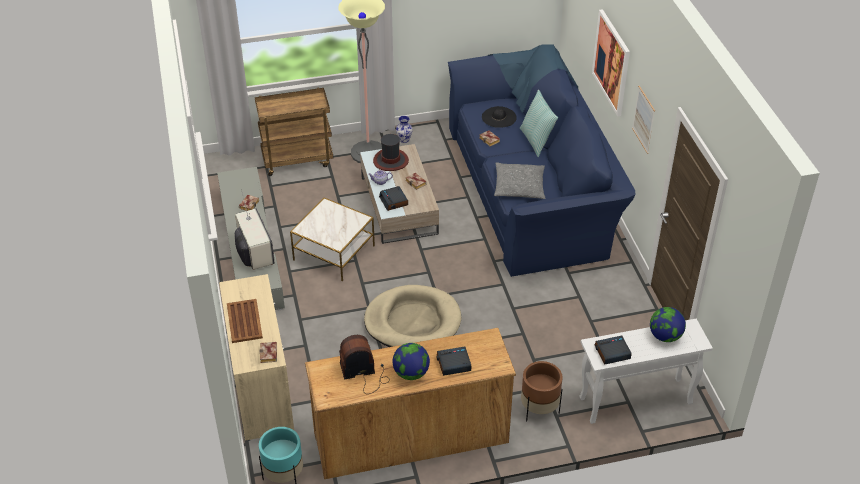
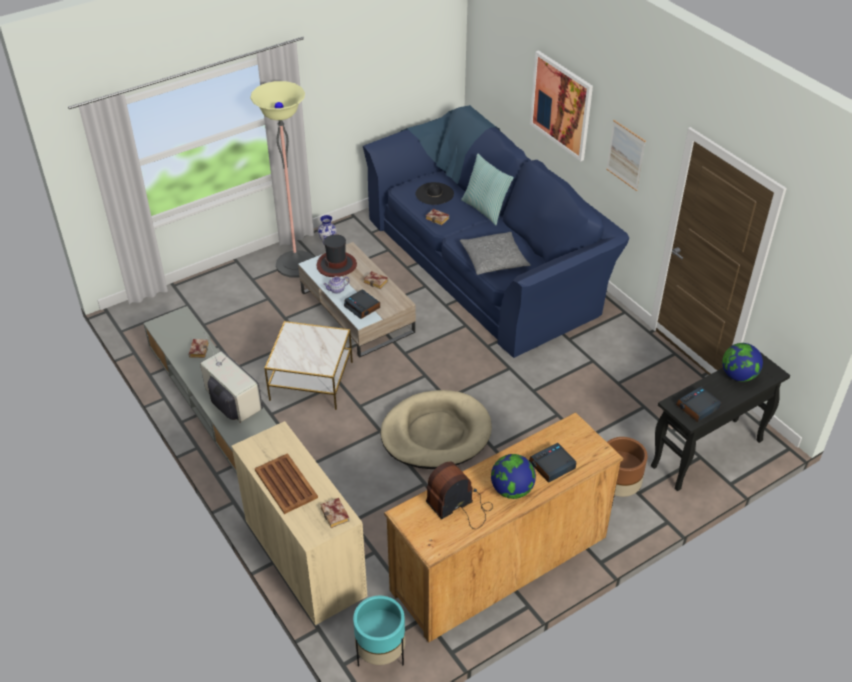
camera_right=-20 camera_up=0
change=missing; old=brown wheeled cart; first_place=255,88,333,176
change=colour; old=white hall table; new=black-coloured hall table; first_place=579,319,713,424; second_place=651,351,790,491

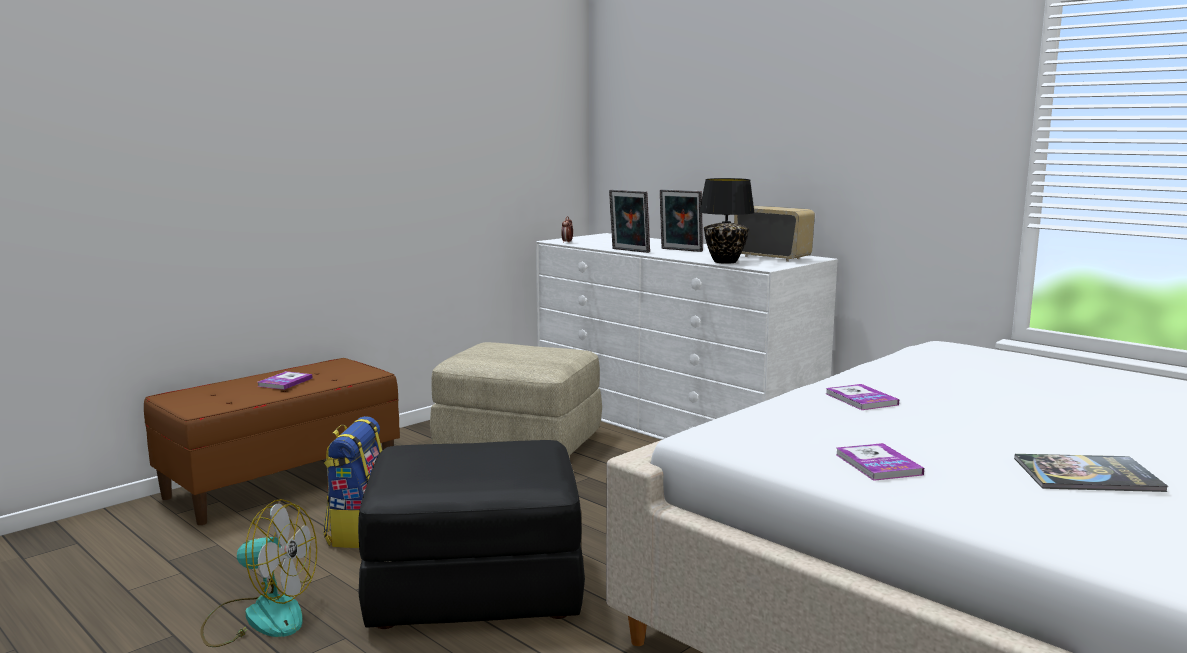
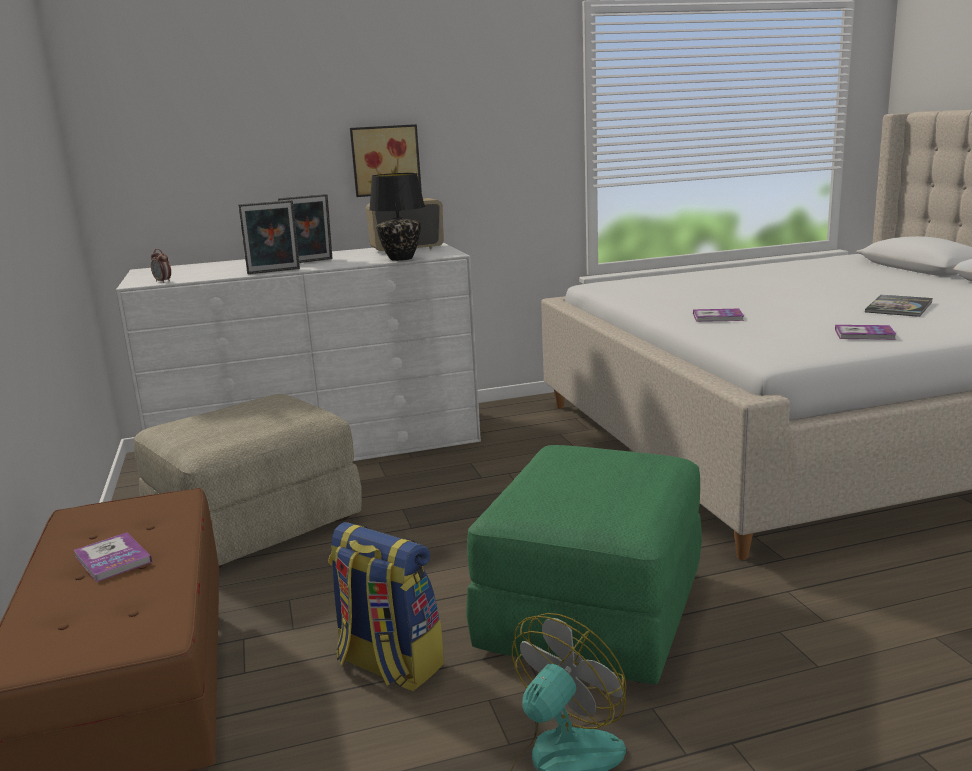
camera_right=-60 camera_up=5
change=colour; old=black-coloured ottoman; new=greenish ottoman; first_place=358,440,585,629; second_place=466,445,702,684
change=appeared; new=wall art; second_place=350,124,422,197

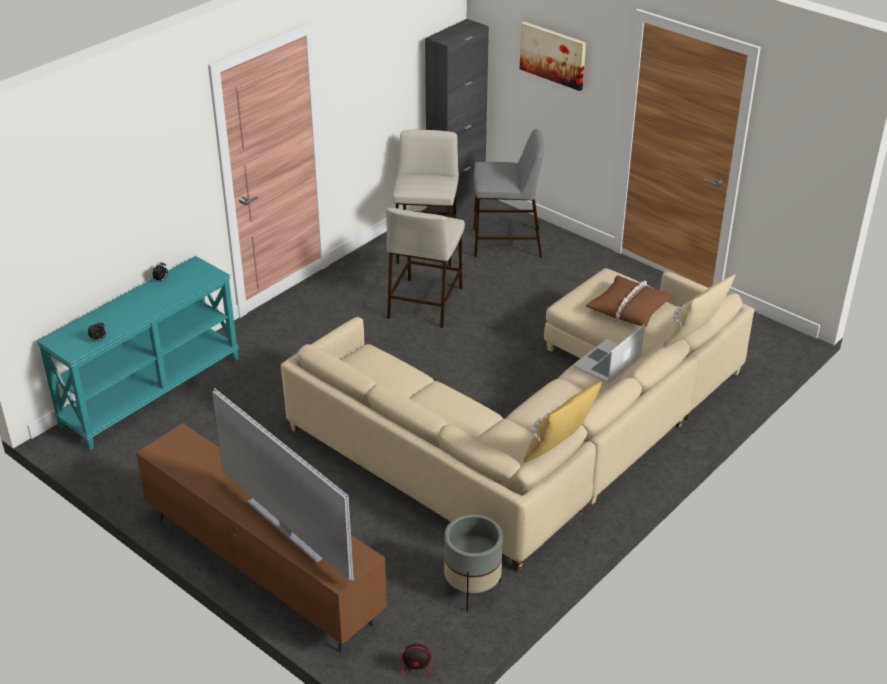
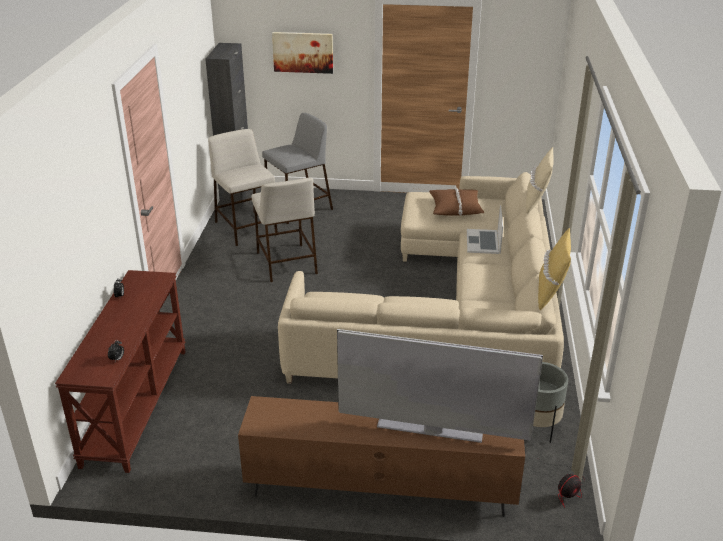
camera_right=-35 camera_up=-5
change=colour; old=turquoise-coloured hall table; new=brown hall table; first_place=36,256,239,450; second_place=55,270,186,473

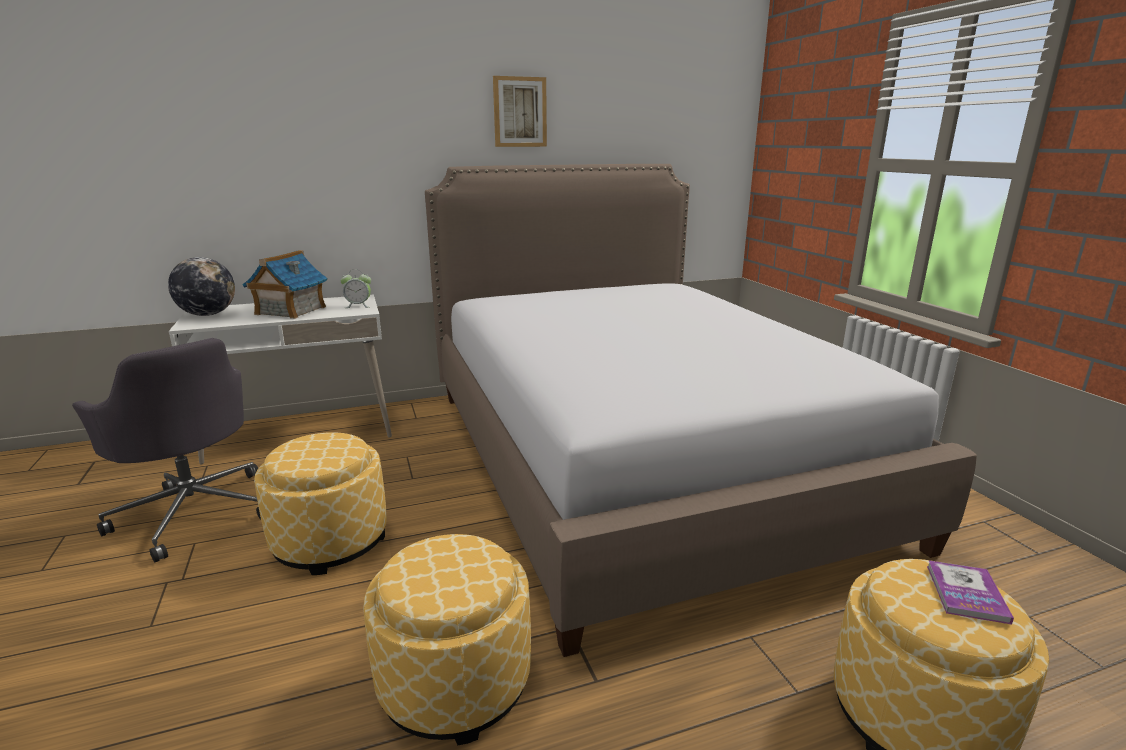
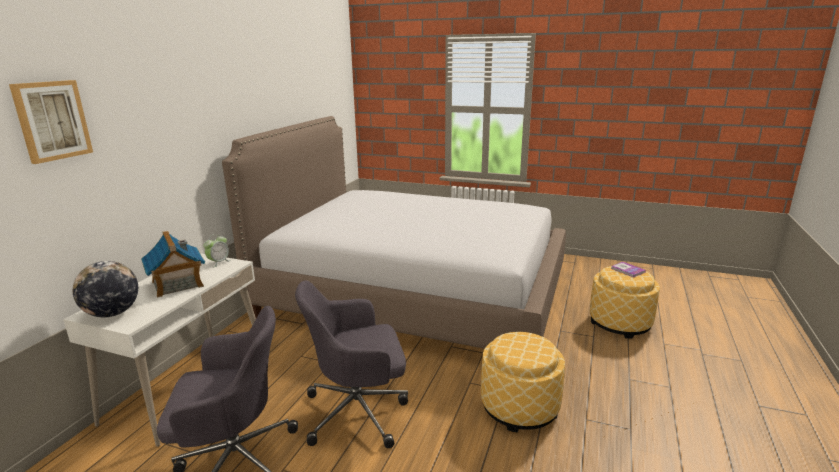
camera_right=-50 camera_up=0
change=exchanged; old=ottoman; new=grey desk chair; first_place=254,432,387,575; second_place=295,281,408,448
change=relocated; old=wall art; first_place=493,76,547,147; second_place=9,80,93,164

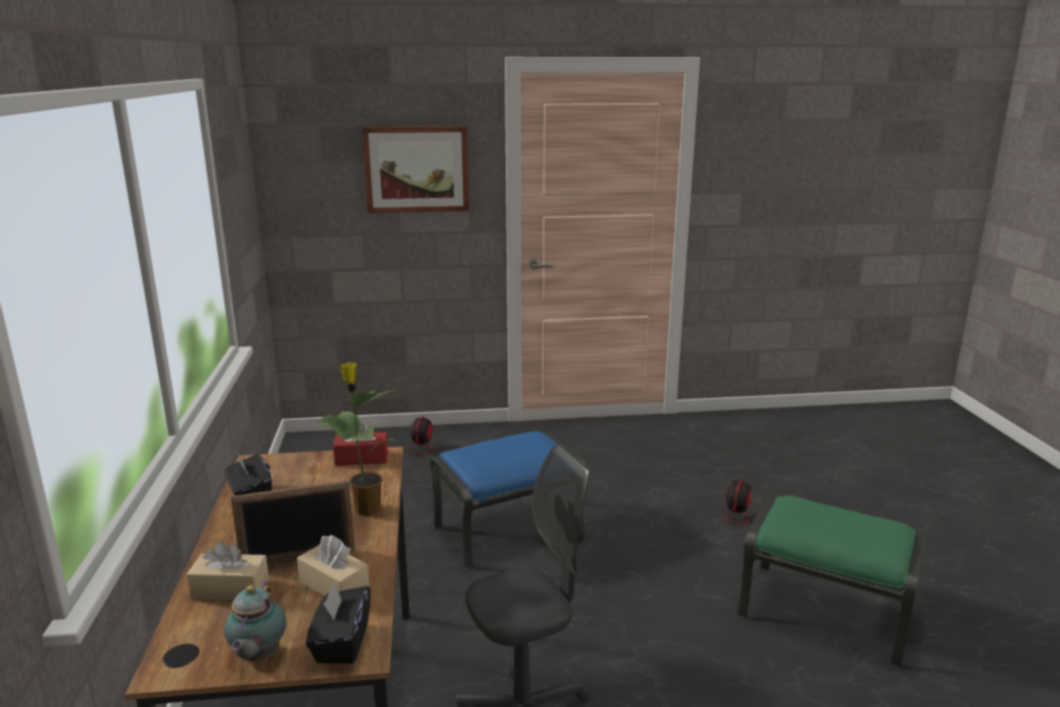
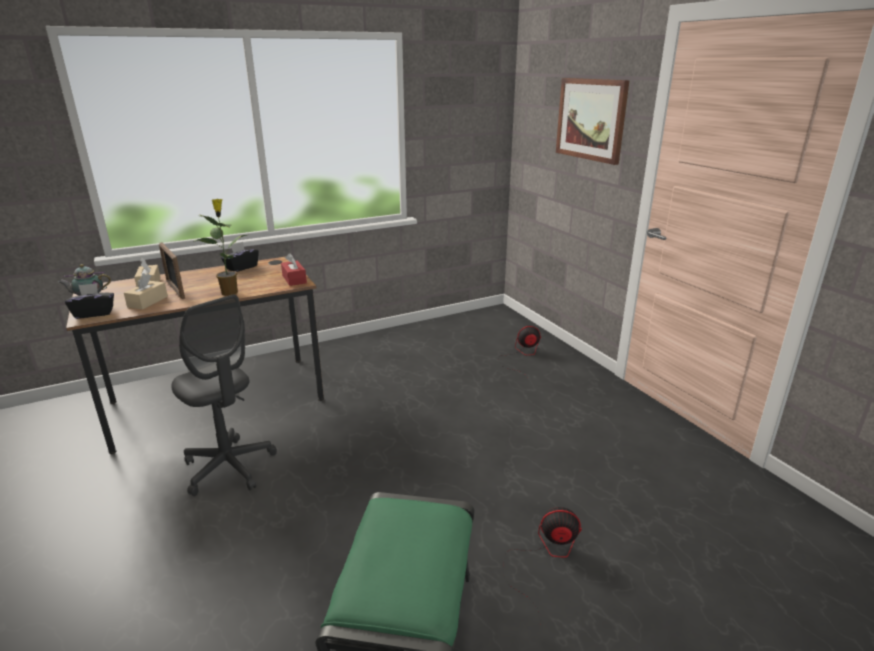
camera_right=70 camera_up=5
change=missing; old=blue-coloured ottoman; first_place=430,431,586,569

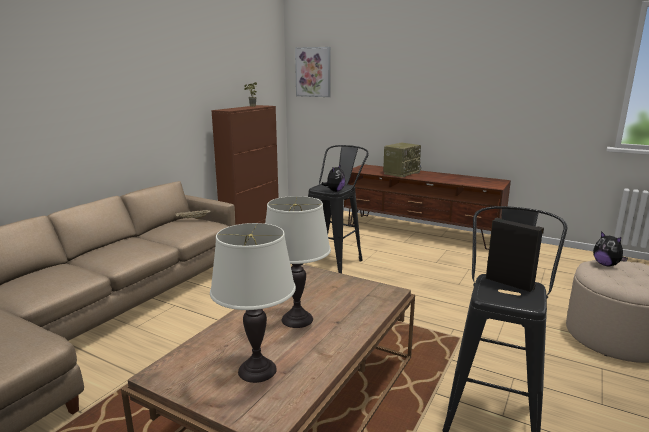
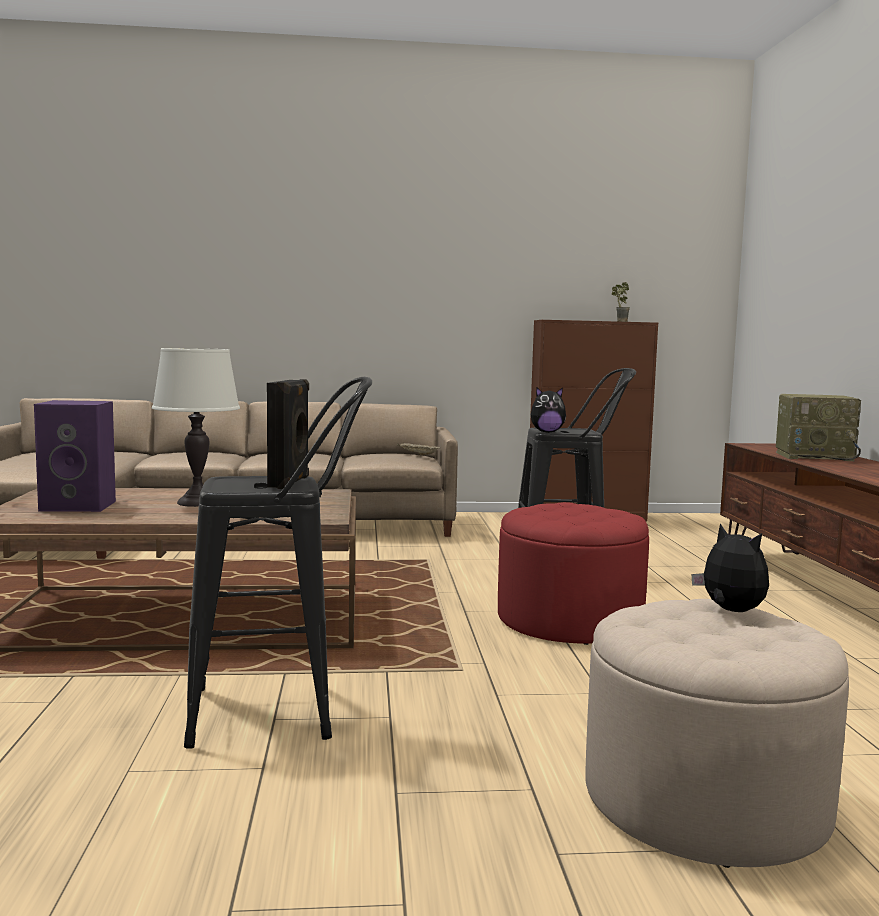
camera_right=55 camera_up=-10
change=exchanged; old=white lamp for a table; new=purple-coloured speaker; first_place=210,223,296,383; second_place=34,400,116,512
change=missing; old=wall art; first_place=295,47,331,97
change=spun; old=soft toy; first_place=593,231,628,266; second_place=691,524,769,612; degrees=120
change=appeared; new=reddish ottoman; second_place=498,502,649,645

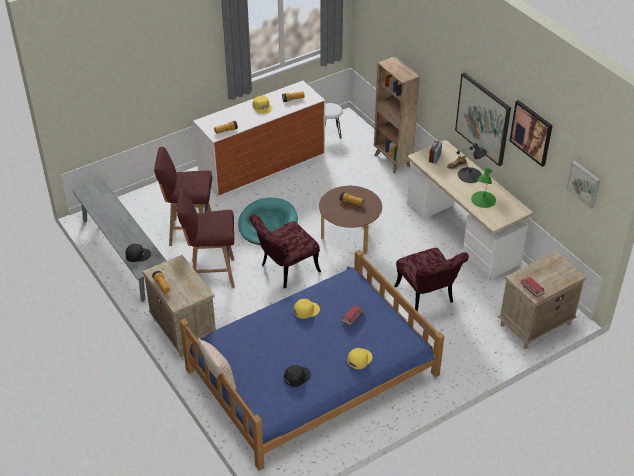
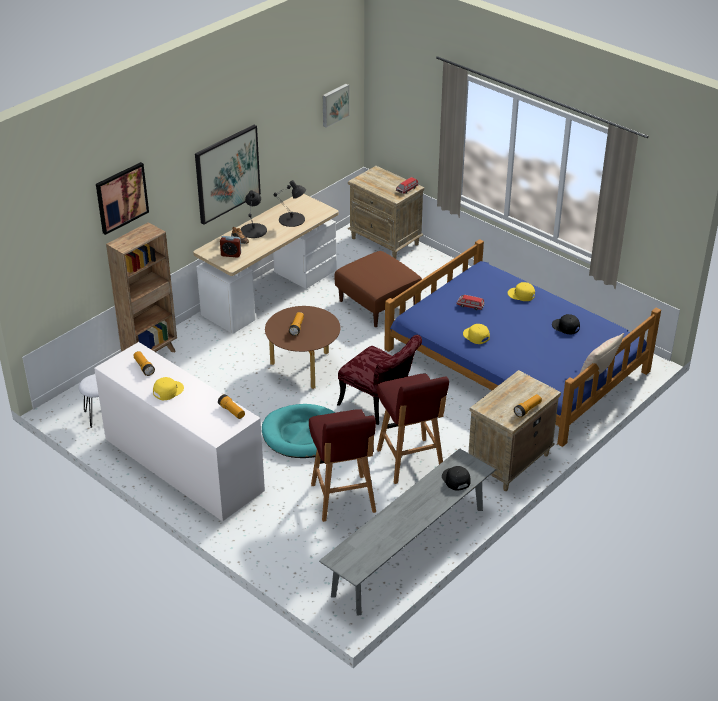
camera_right=-105 camera_up=-5
change=exchanged; old=reddish plain chair; new=brown ottoman; first_place=394,248,469,312; second_place=335,251,422,327
change=colour; old=greenish lamp for a table; new=black-coloured lamp for a table; first_place=471,168,496,208; second_place=274,180,306,227
change=relocated; old=wall art; first_place=509,100,553,167; second_place=96,162,149,235

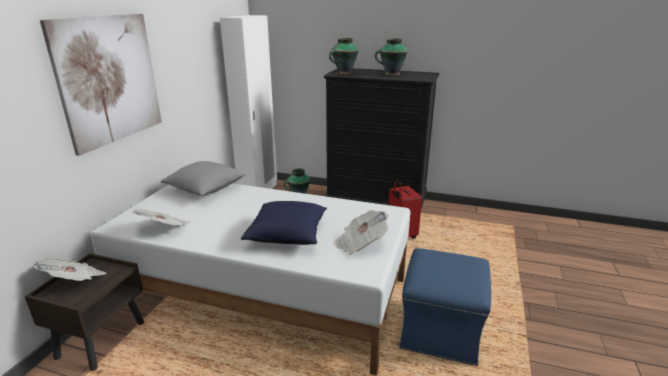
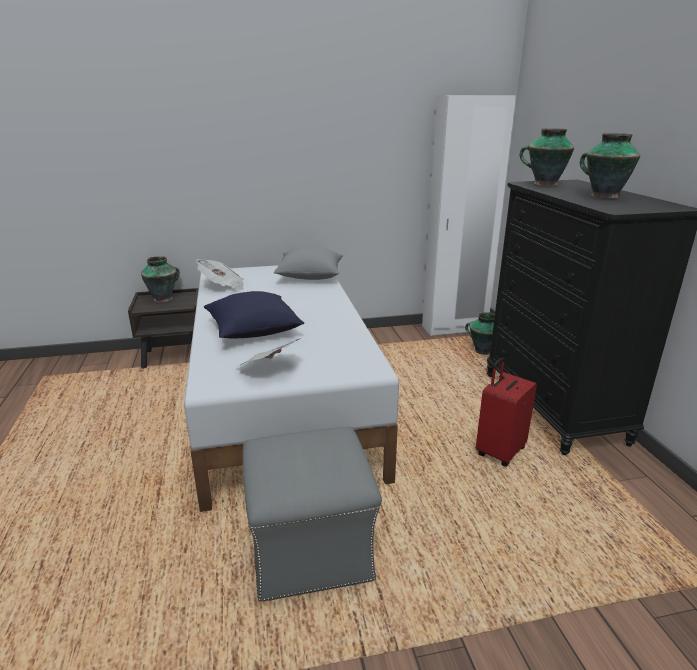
camera_right=60 camera_up=0
change=exchanged; old=daily paper; new=flower vase; first_place=33,258,106,281; second_place=141,256,180,302
change=missing; old=wall art; first_place=40,14,162,156
change=colour; old=blue-coloured ottoman; new=grey ottoman; first_place=399,248,491,366; second_place=243,426,382,602

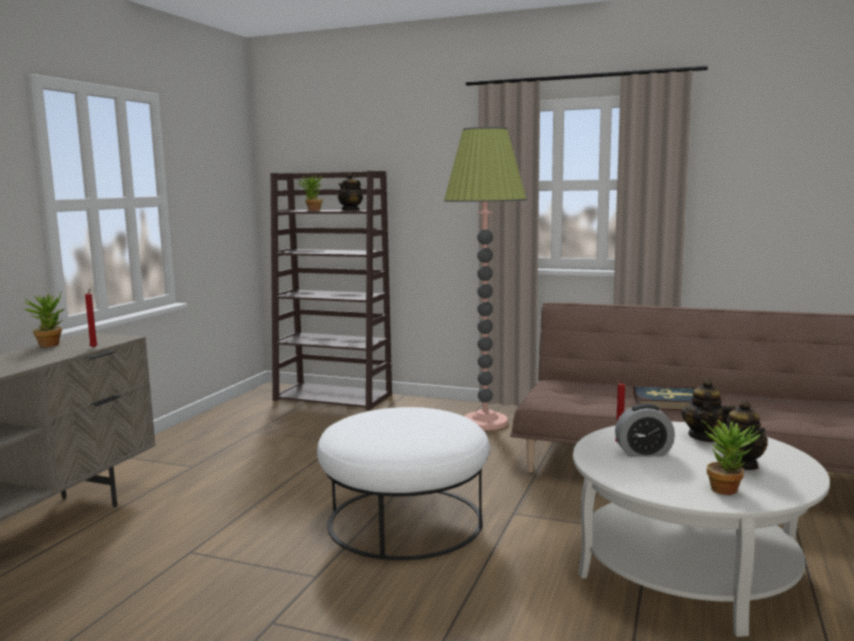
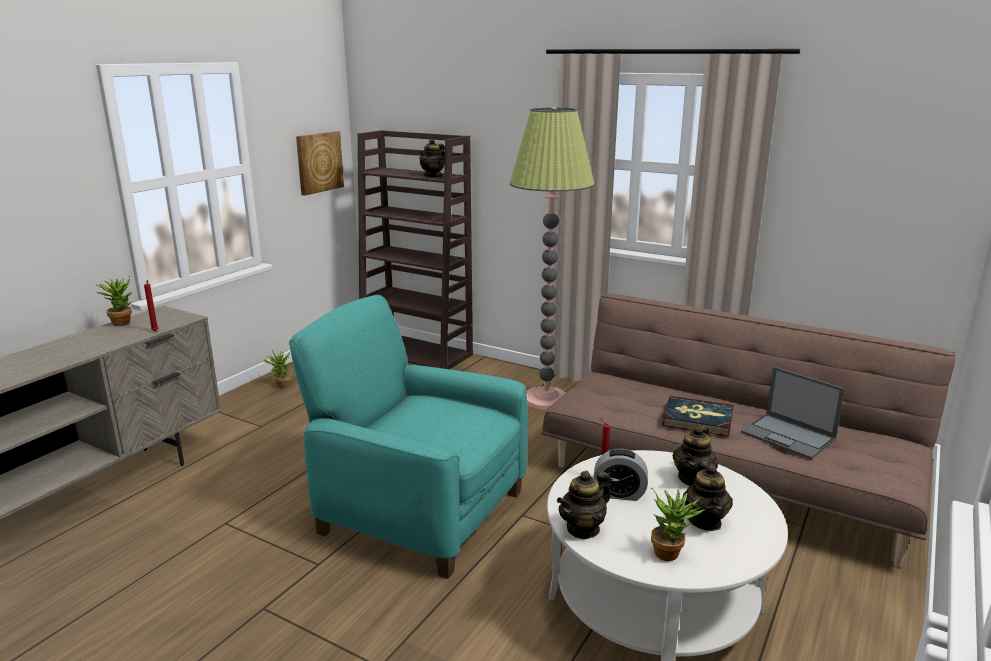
camera_right=10 camera_up=10
change=relocated; old=houseplant; first_place=297,175,324,211; second_place=263,350,292,389
change=exchanged; old=white ottoman; new=turquoise-coloured lounge chair; first_place=317,407,490,560; second_place=289,295,528,579
change=appeared; new=wall art; second_place=296,131,344,195
change=appeared; new=teapot; second_place=557,471,611,540
change=appeared; new=laptop; second_place=741,367,845,459

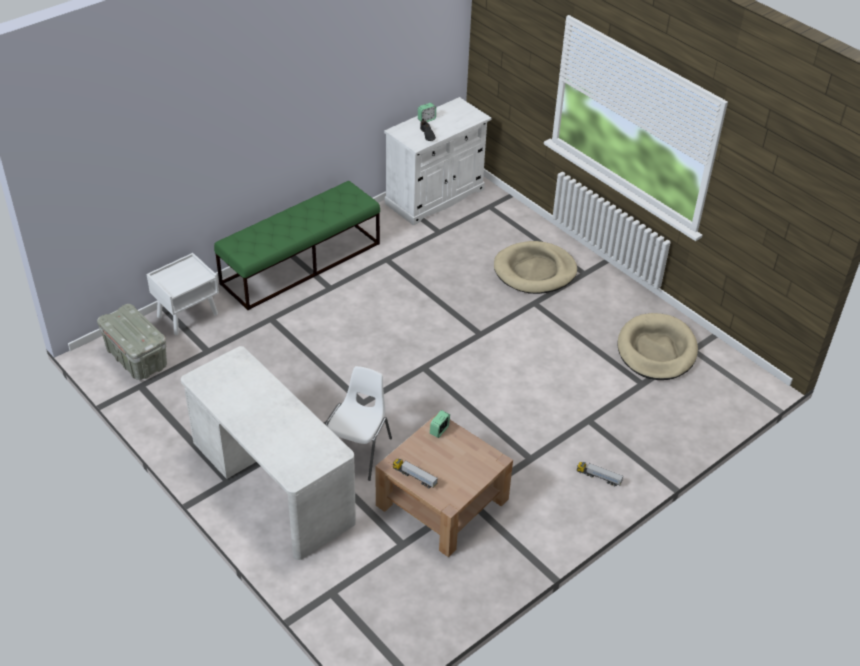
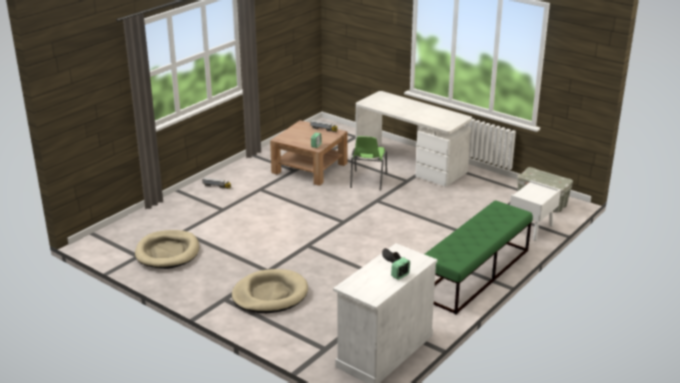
camera_right=170 camera_up=-15
change=colour; old=white plain chair; new=greenish plain chair; first_place=325,366,392,481; second_place=350,136,387,190

